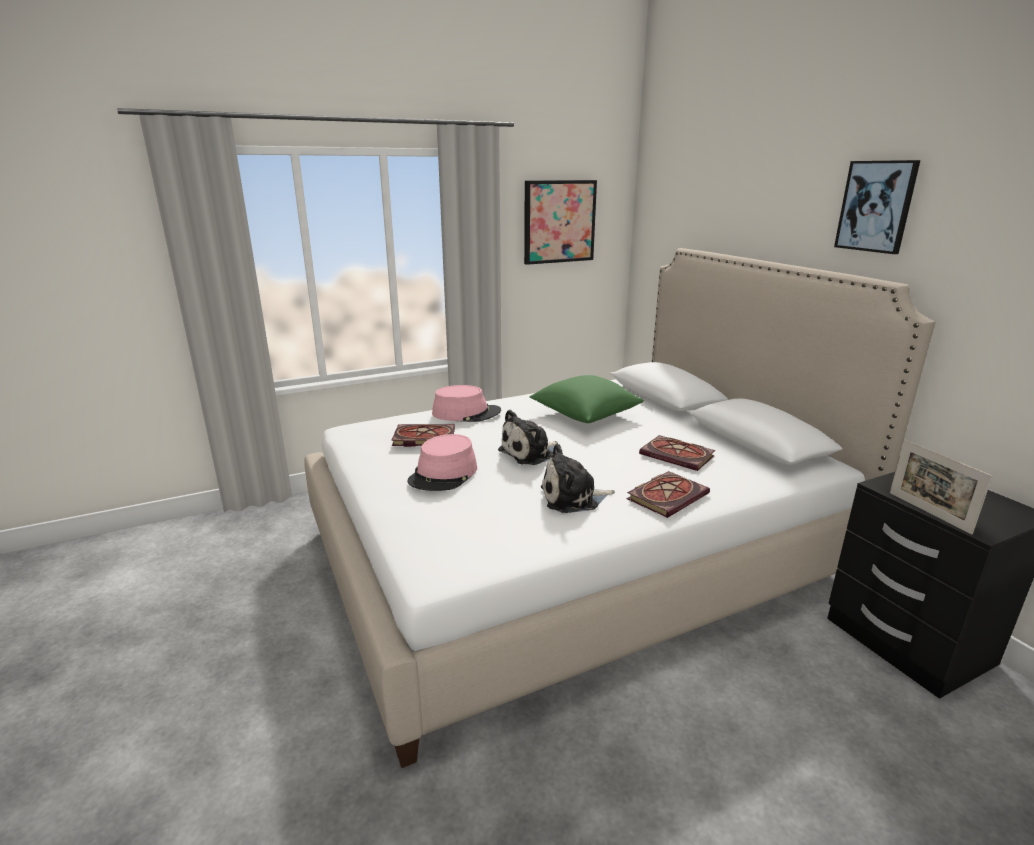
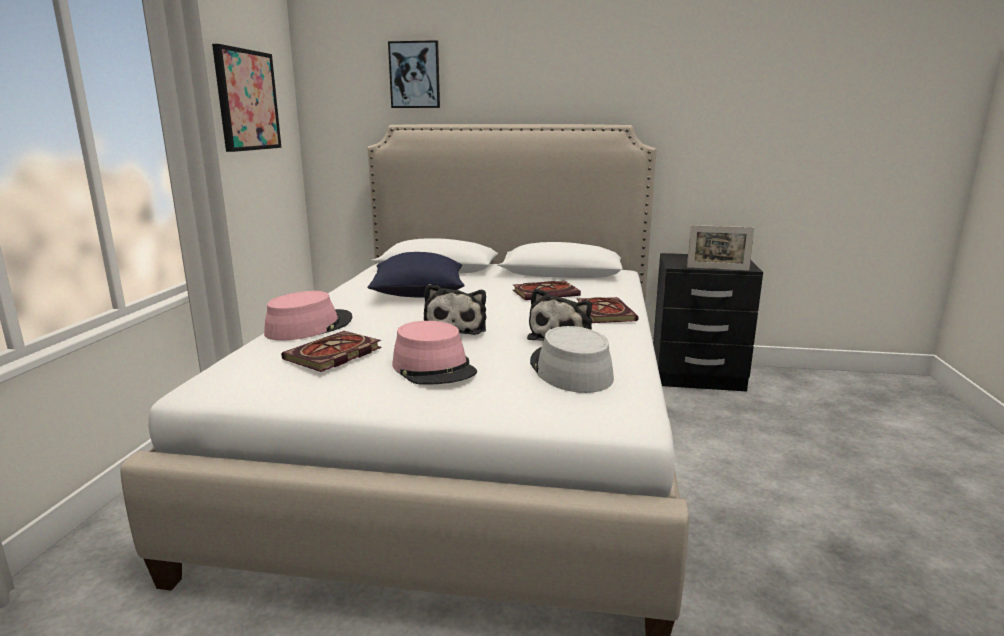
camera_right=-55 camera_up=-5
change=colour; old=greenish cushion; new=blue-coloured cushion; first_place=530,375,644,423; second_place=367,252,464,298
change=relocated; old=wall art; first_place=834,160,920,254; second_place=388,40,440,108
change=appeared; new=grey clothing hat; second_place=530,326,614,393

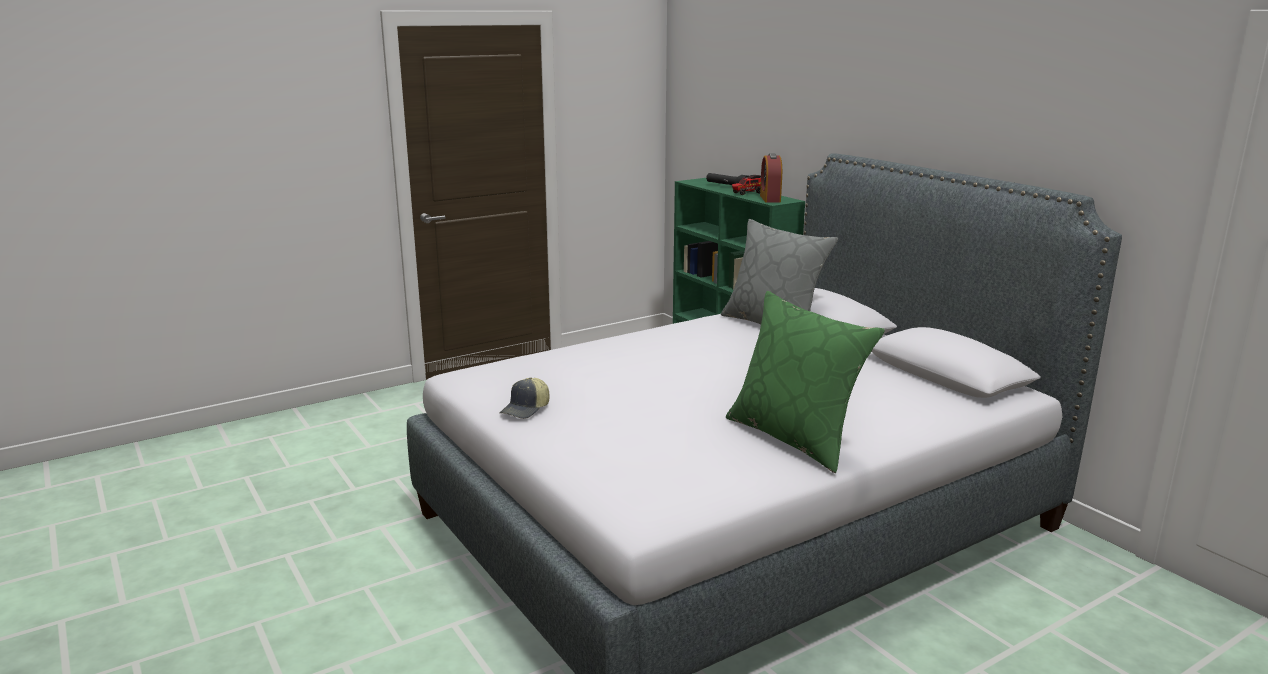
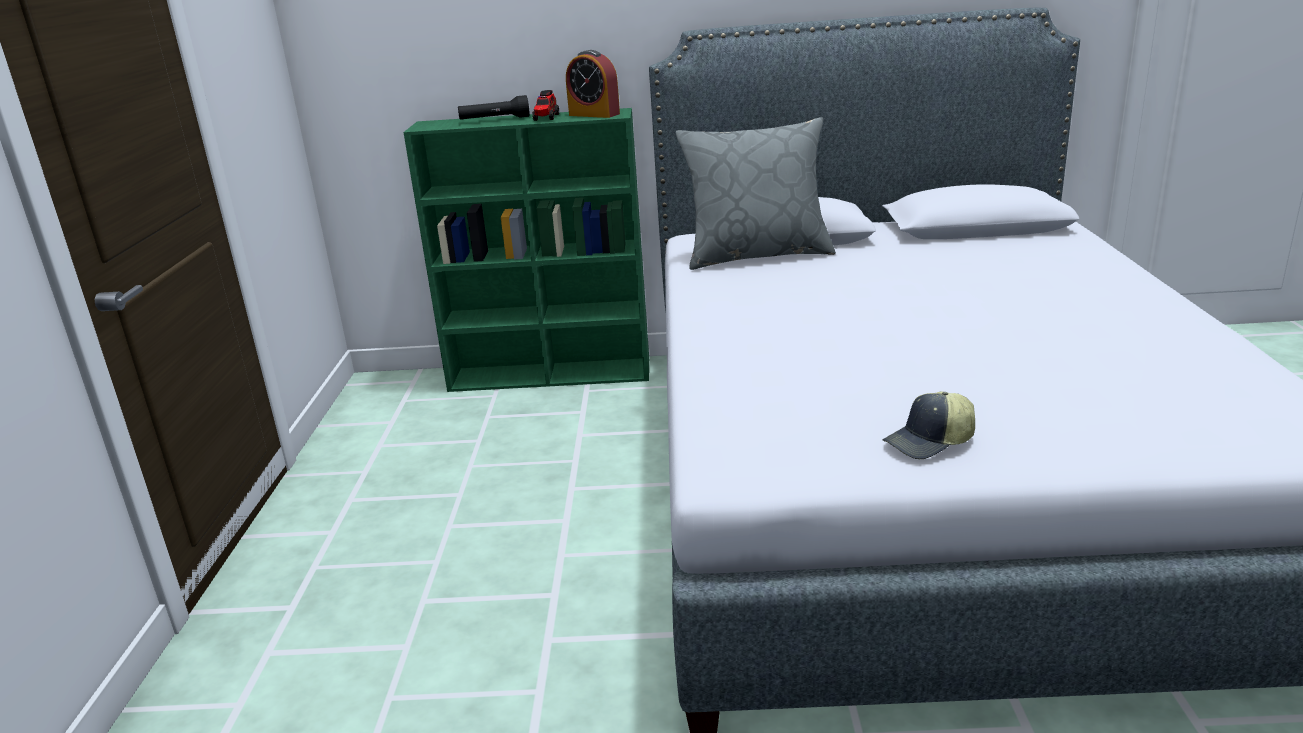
camera_right=-55 camera_up=5
change=spun; old=peaked cap; first_place=500,377,549,419; second_place=883,391,975,460; degrees=90
change=missing; old=greenish cushion; first_place=726,291,885,473

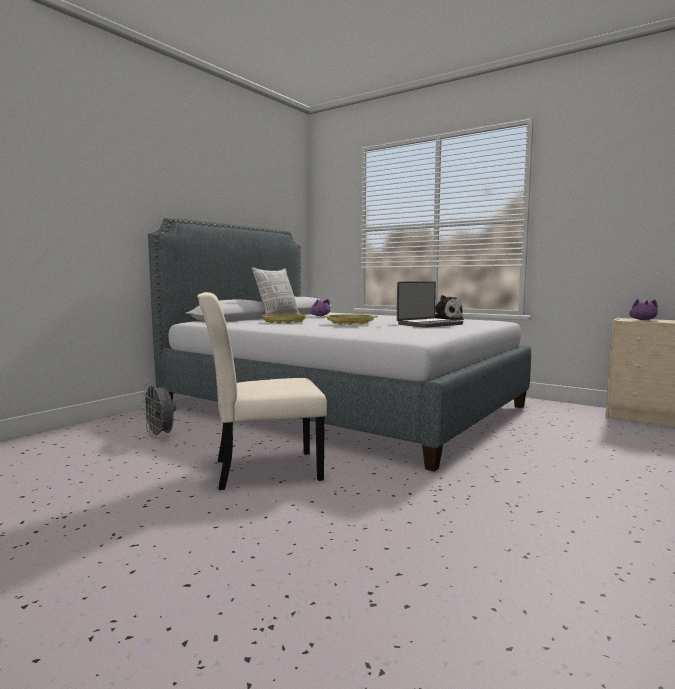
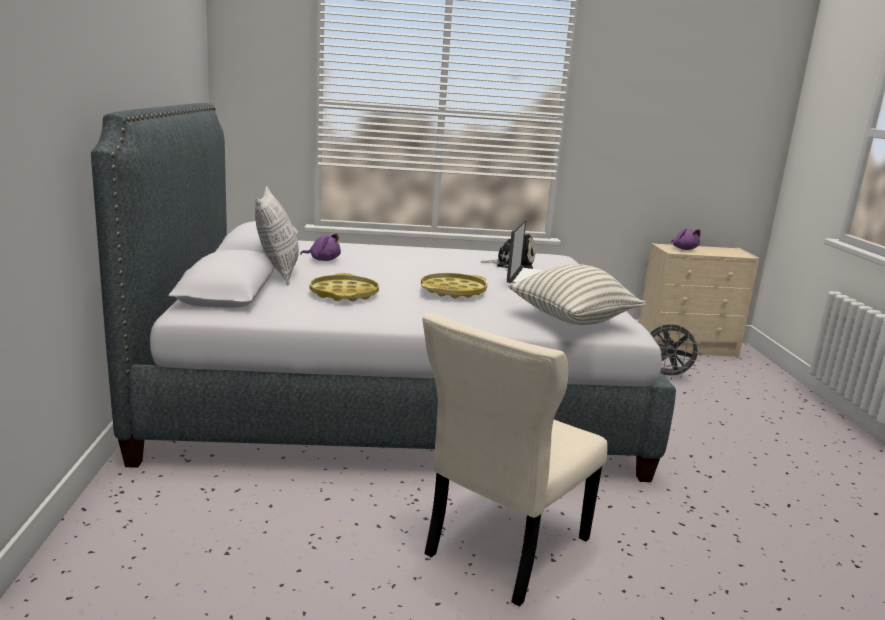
camera_right=-40 camera_up=10
change=relocated; old=grey cooling fan; first_place=141,382,176,439; second_place=650,324,702,379
change=appeared; new=cushion; second_place=508,264,646,325

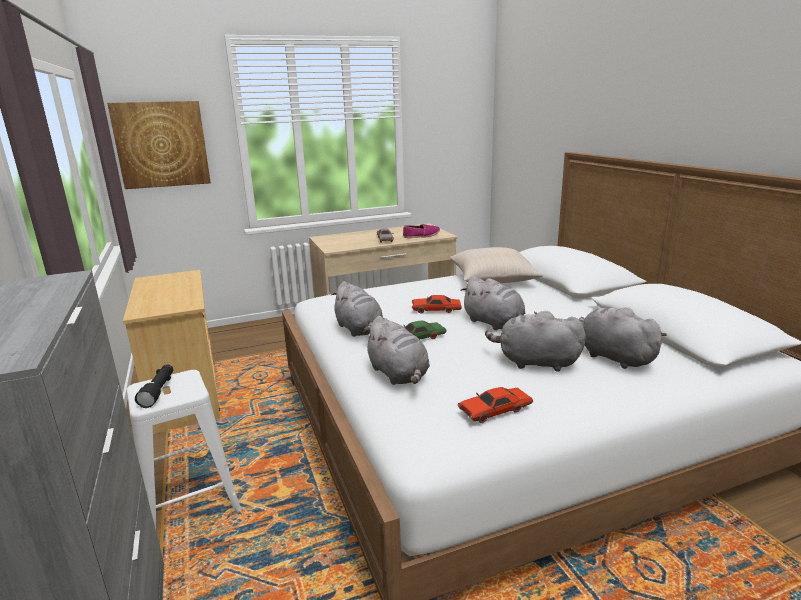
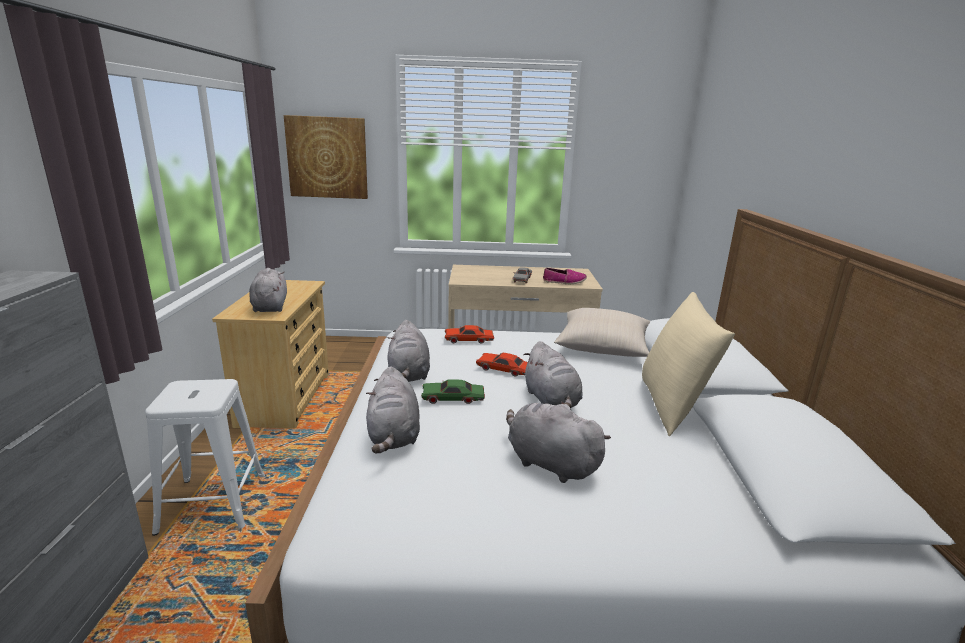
camera_right=20 camera_up=0
change=missing; old=black-coloured flashlight; first_place=135,364,173,408
change=relocated; old=reddish toy car; first_place=458,387,533,423; second_place=445,325,494,344
change=relocated; old=grey soft toy; first_place=579,307,667,369; second_place=249,268,287,312
change=appeared; new=beige-coloured cushion; second_place=642,292,735,436

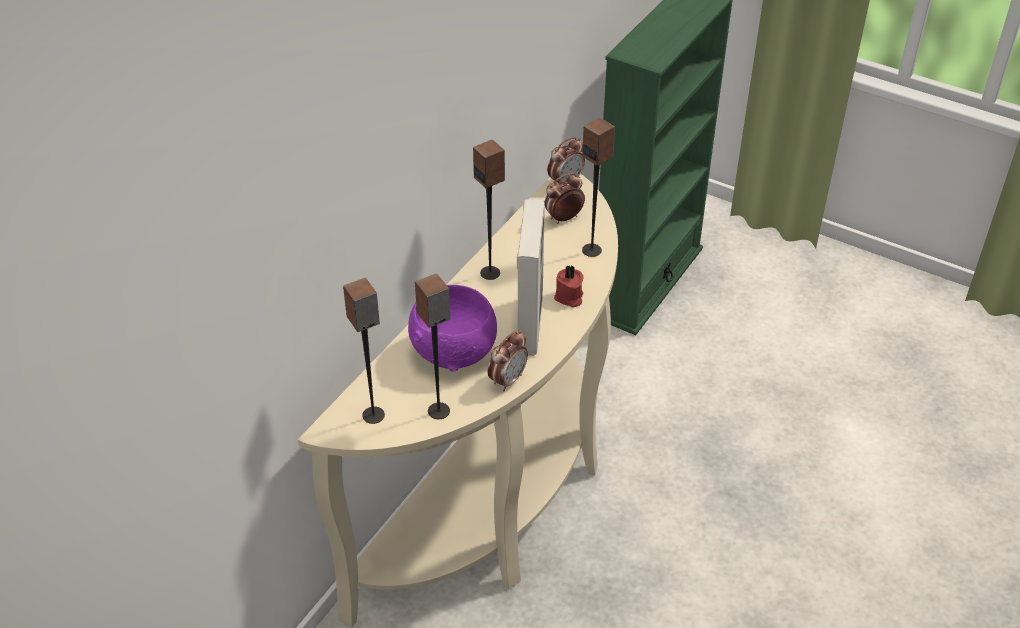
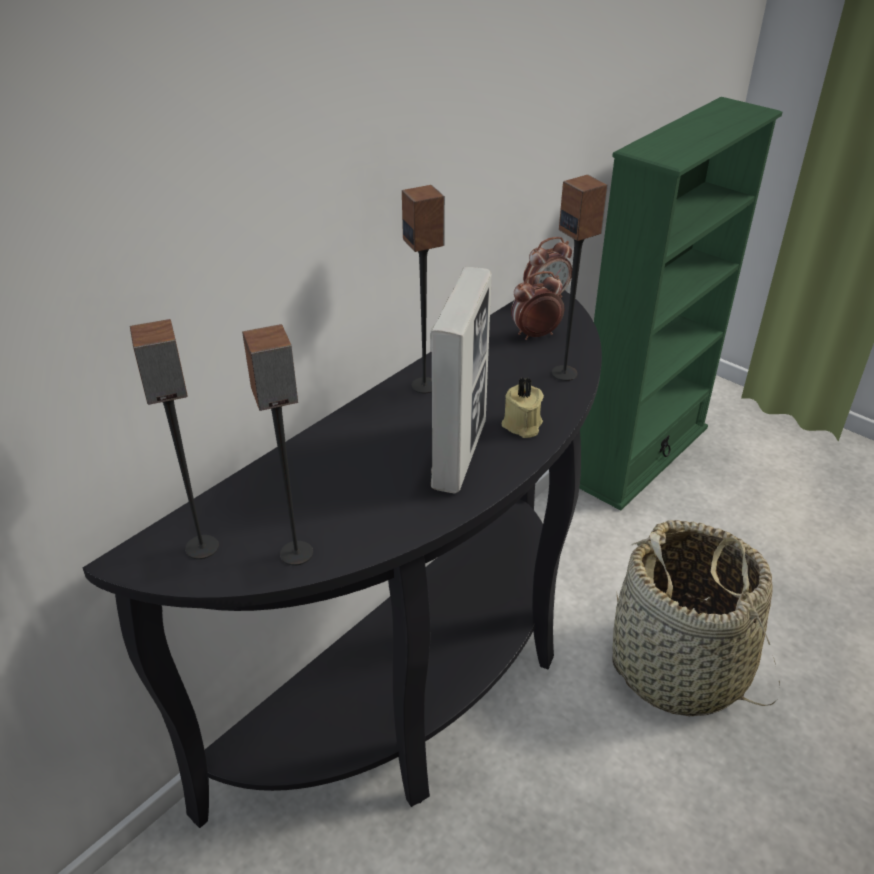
camera_right=10 camera_up=-5
change=colour; old=beige-coloured hall table; new=black-coloured hall table; first_place=298,174,618,628; second_place=83,290,602,828
change=missing; old=purple-coloured deep dish; first_place=408,285,497,372
change=missing; old=alarm clock; first_place=487,330,528,391
change=colour; old=reddish wax candle; new=beige-coloured wax candle; first_place=554,265,584,308; second_place=502,378,544,438
change=appeared; new=basket; second_place=612,520,780,716

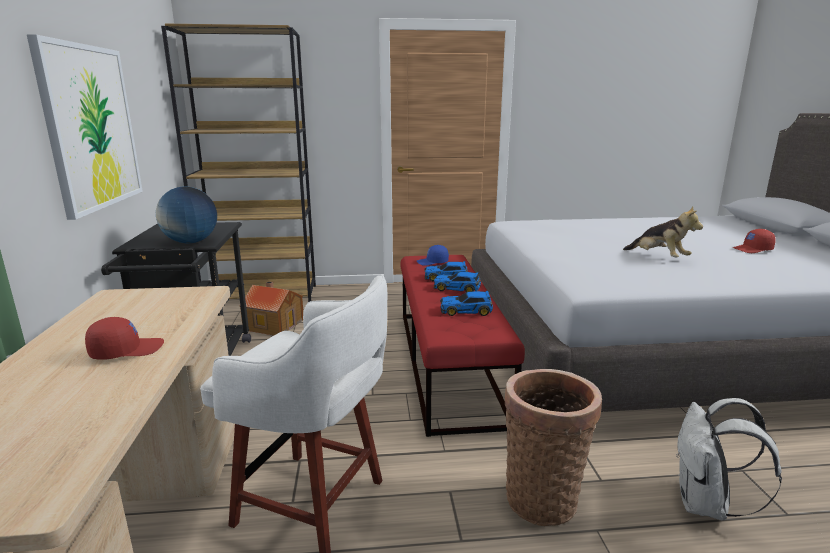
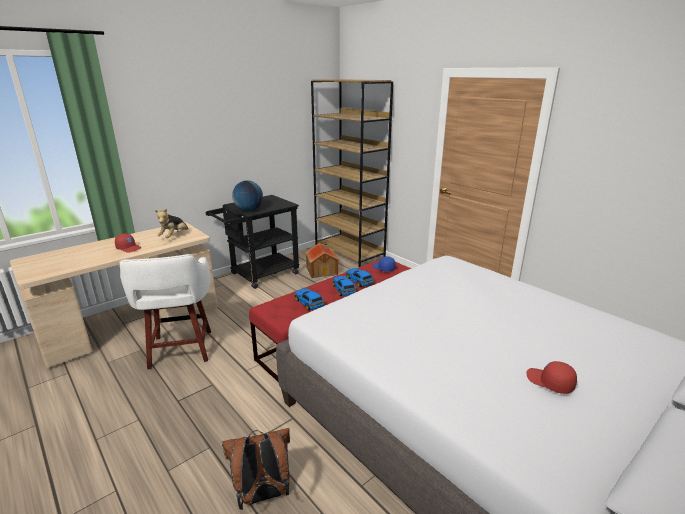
camera_right=55 camera_up=5
change=missing; old=wall art; first_place=26,34,143,220
change=missing; old=basket; first_place=505,369,602,526
change=relocated; old=soft toy; first_place=623,206,703,257; second_place=155,209,189,238
change=colour; old=white knapsack; new=brown knapsack; first_place=676,398,782,521; second_place=222,428,290,510

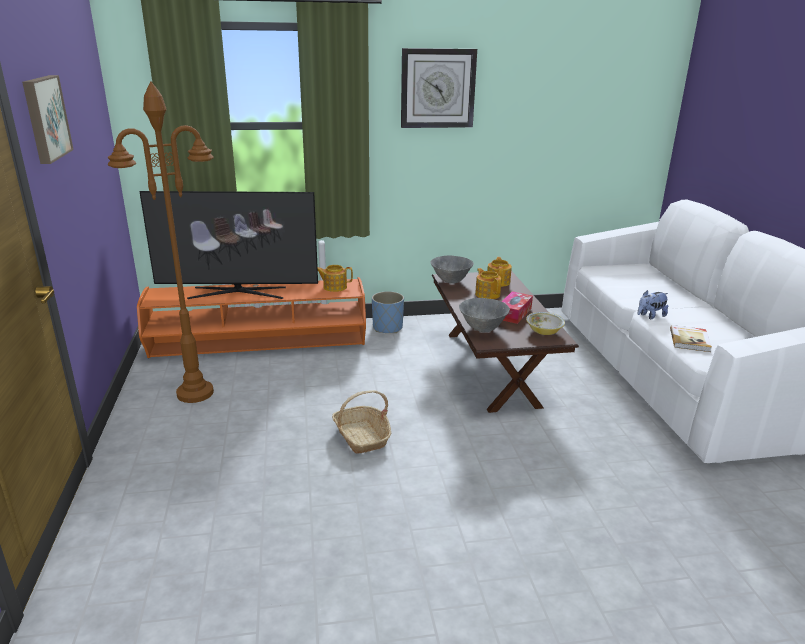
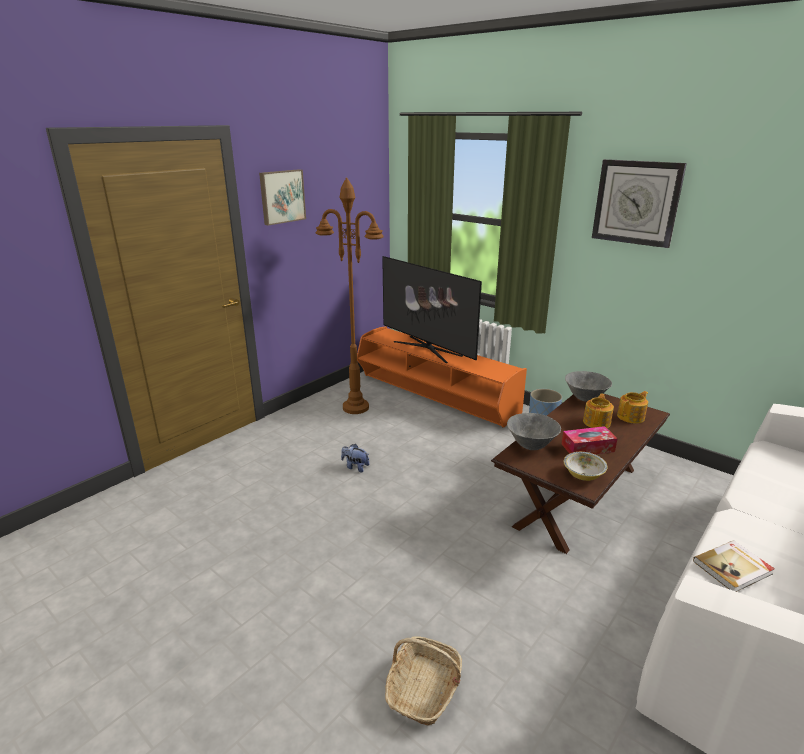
camera_right=50 camera_up=0
change=missing; old=teapot; first_place=318,265,353,292
change=relocated; old=basket; first_place=332,390,391,454; second_place=385,636,462,726
change=relocated; old=soft toy; first_place=638,290,668,319; second_place=341,444,369,472

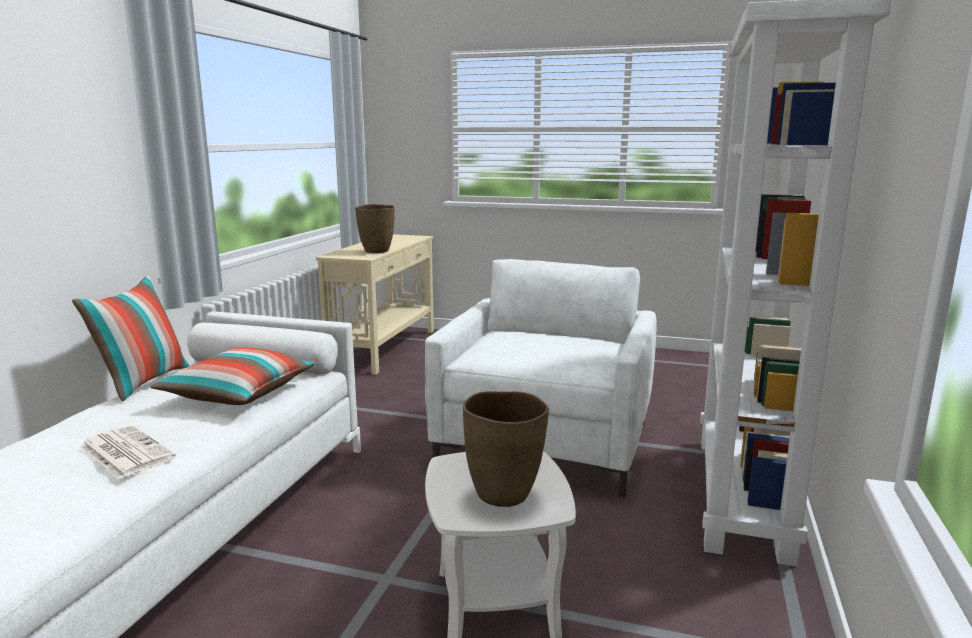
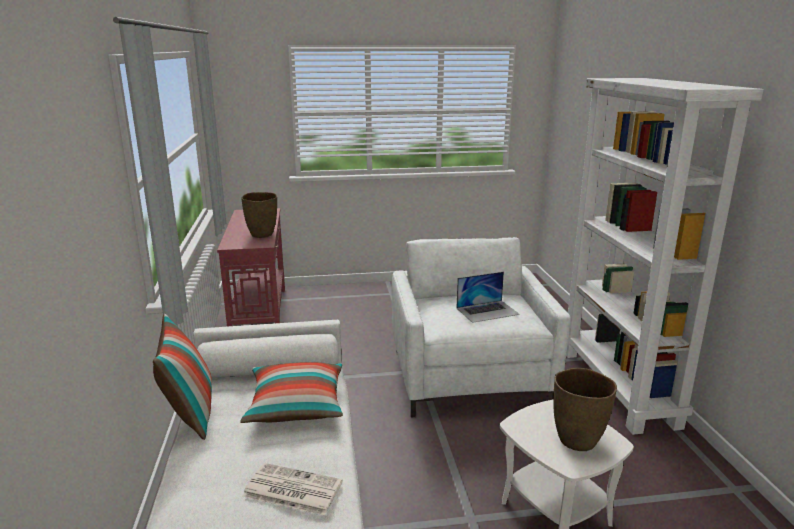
camera_right=-25 camera_up=5
change=colour; old=beige-coloured hall table; new=reddish hall table; first_place=316,234,434,375; second_place=217,208,285,327
change=appeared; new=laptop; second_place=456,272,520,323

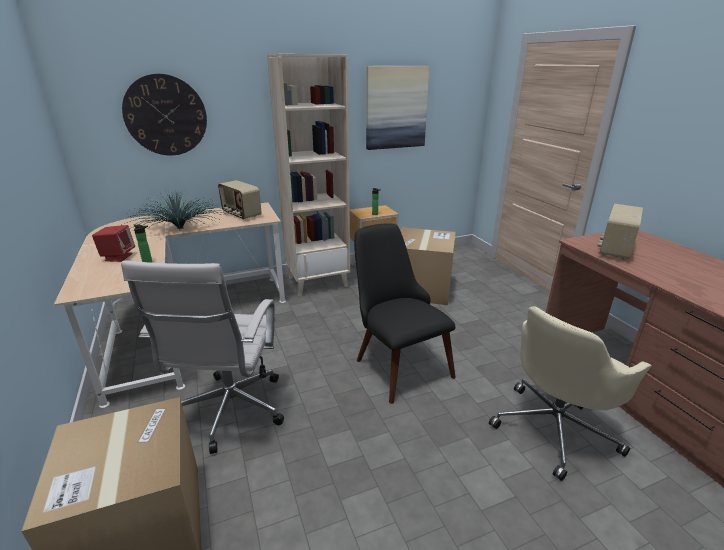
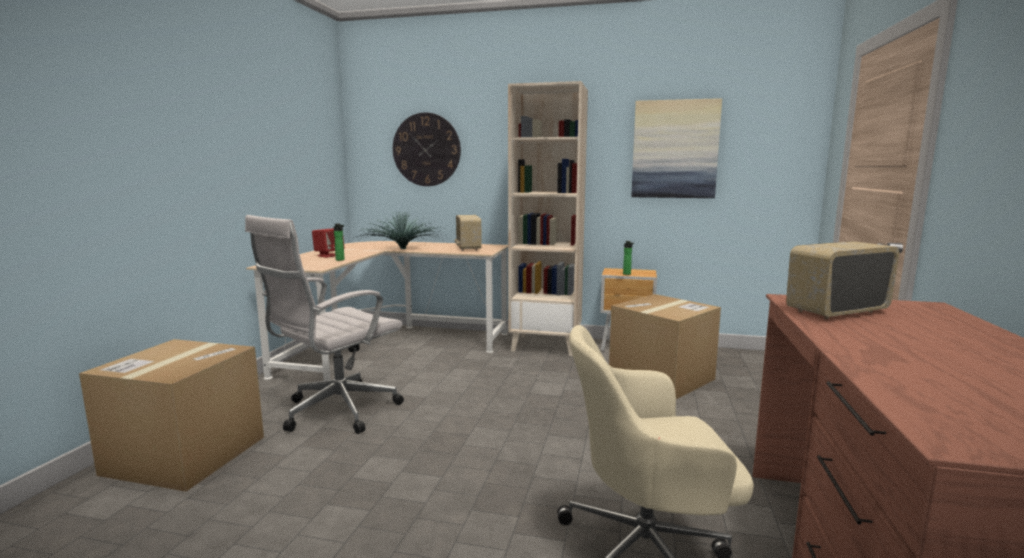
camera_right=35 camera_up=-15
change=missing; old=black-coloured plain chair; first_place=354,224,456,404

